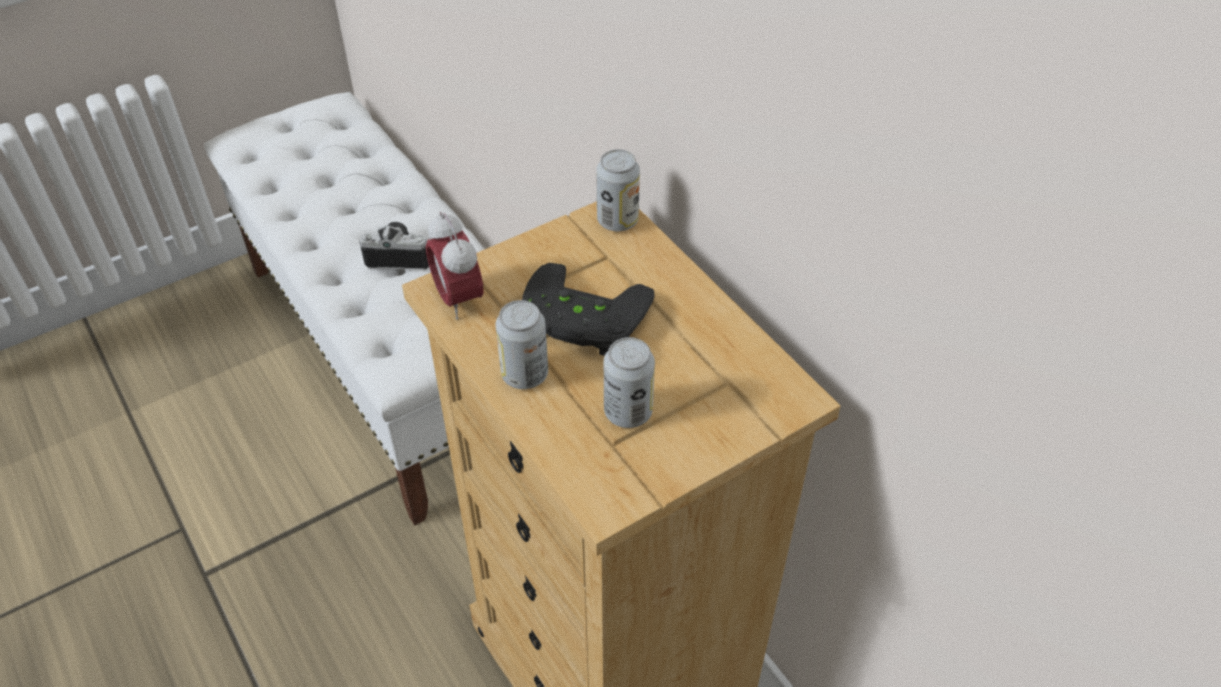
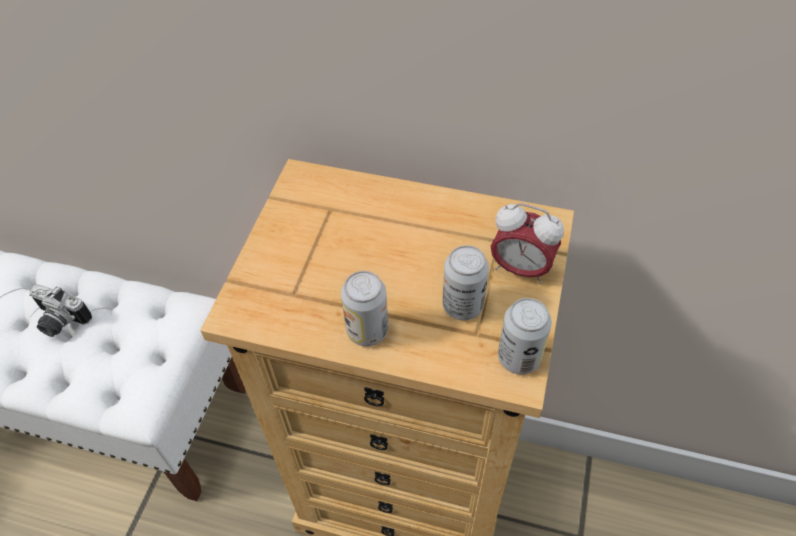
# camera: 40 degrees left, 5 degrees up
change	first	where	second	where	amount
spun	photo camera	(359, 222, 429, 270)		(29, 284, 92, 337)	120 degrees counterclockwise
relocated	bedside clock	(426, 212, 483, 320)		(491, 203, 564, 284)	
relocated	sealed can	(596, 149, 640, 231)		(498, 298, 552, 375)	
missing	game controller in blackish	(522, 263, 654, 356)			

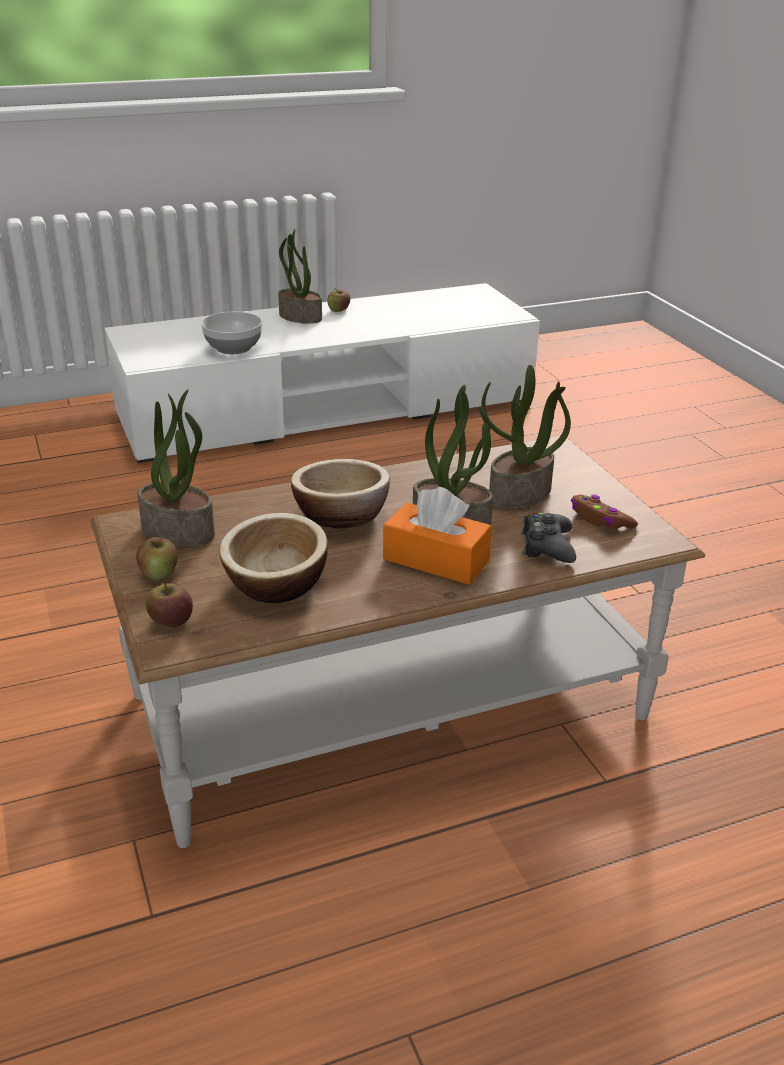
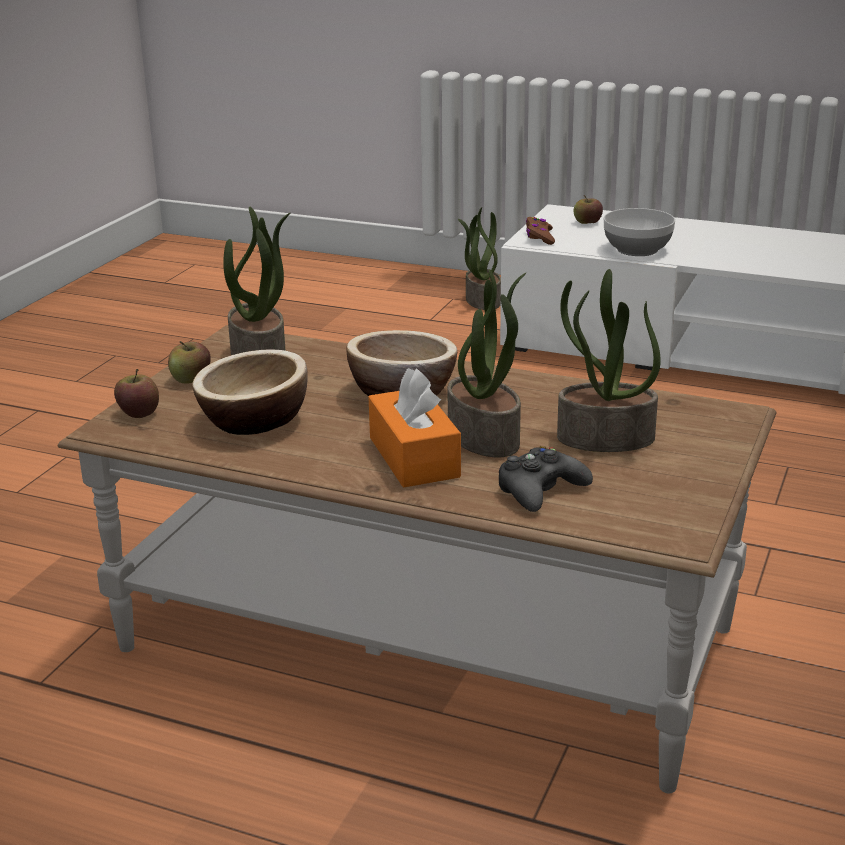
# camera: 45 degrees right, 5 degrees down
change	first	where	second	where	amount
relocated	plant in a pot	(278, 229, 322, 324)		(458, 207, 501, 310)	
relocated	game controller in brown	(571, 494, 638, 529)		(526, 217, 555, 245)	
relocated	apple fruit	(327, 289, 350, 312)		(574, 195, 603, 224)	

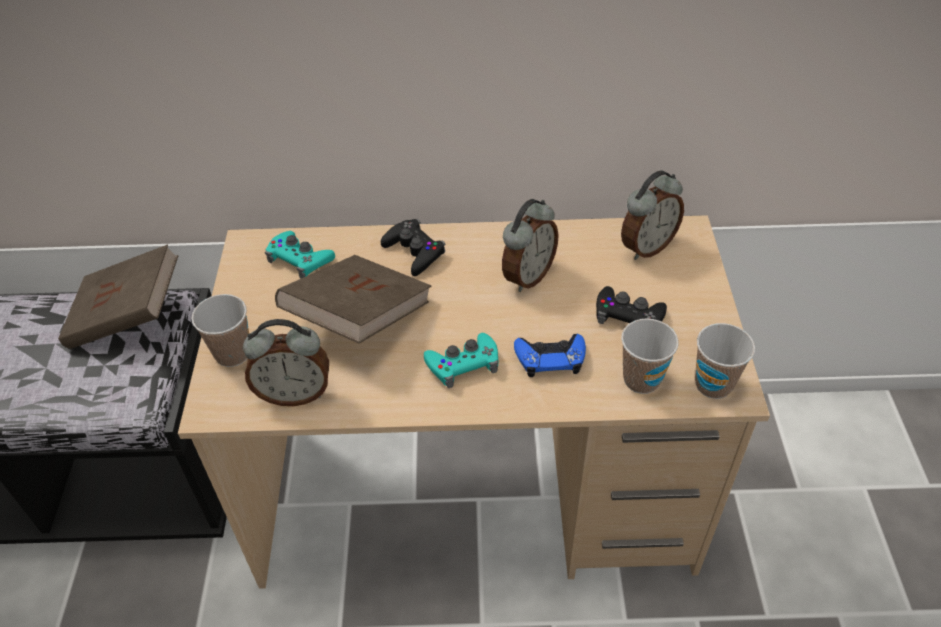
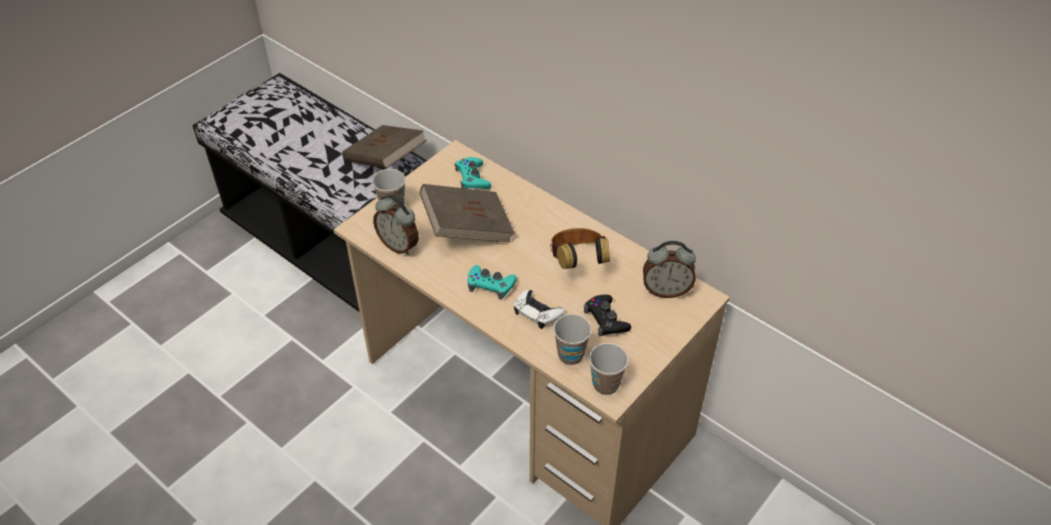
# camera: 40 degrees right, 0 degrees up
change	first	where	second	where	amount
colour	game controller in bluish	(514, 334, 586, 377)	game controller in white	(514, 290, 564, 329)	
exchanged	bedside clock	(502, 199, 559, 292)	headphones	(550, 228, 610, 269)	
missing	game controller in blackish	(381, 219, 445, 276)			

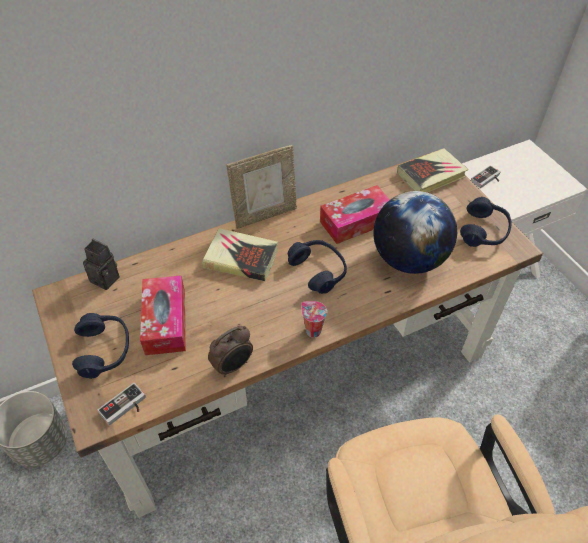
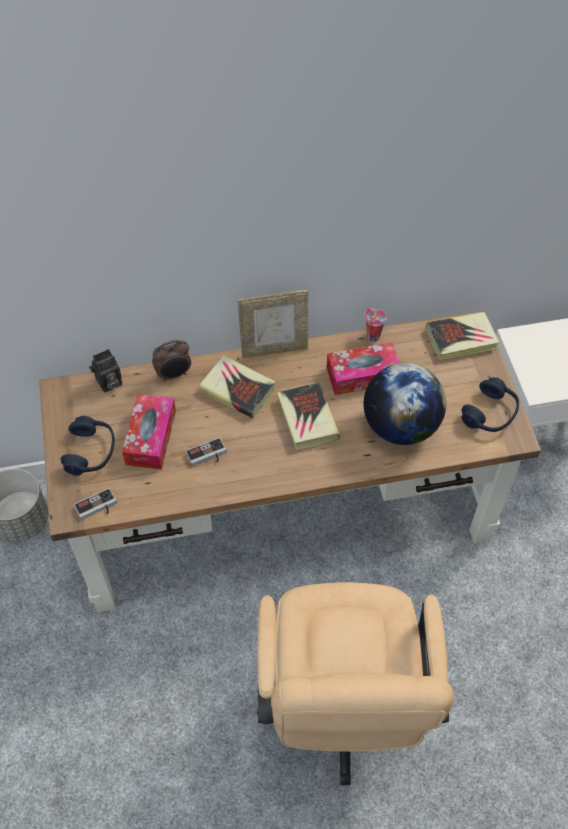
# camera: 15 degrees right, 5 degrees up
change	first	where	second	where	amount
spun	photo camera	(83, 239, 120, 290)		(89, 349, 122, 392)	105 degrees clockwise
relocated	bedside clock	(208, 326, 253, 377)		(152, 340, 191, 382)	
relocated	game controller	(471, 165, 500, 188)		(185, 437, 227, 466)	
exchanged	headphones in bluish	(288, 240, 347, 294)	bound book	(277, 382, 340, 450)	
relocated	drinking cup	(301, 301, 327, 338)		(365, 308, 386, 342)	

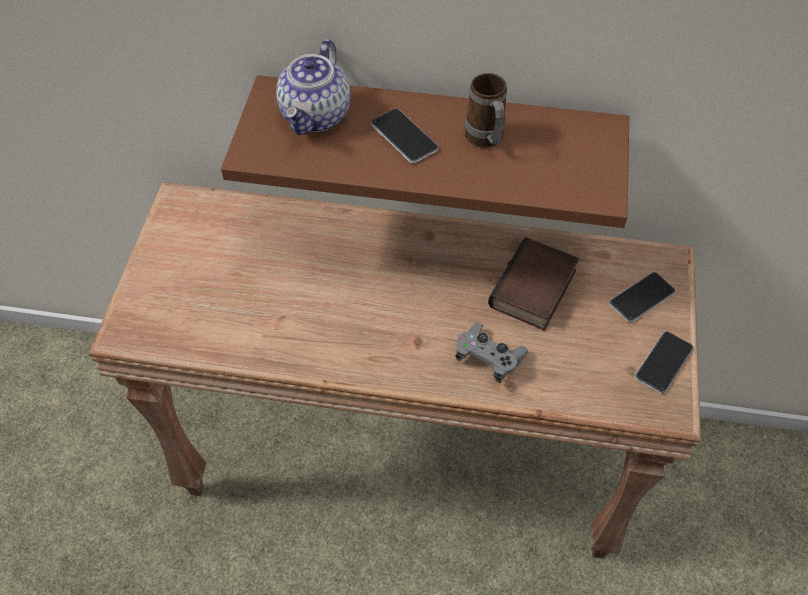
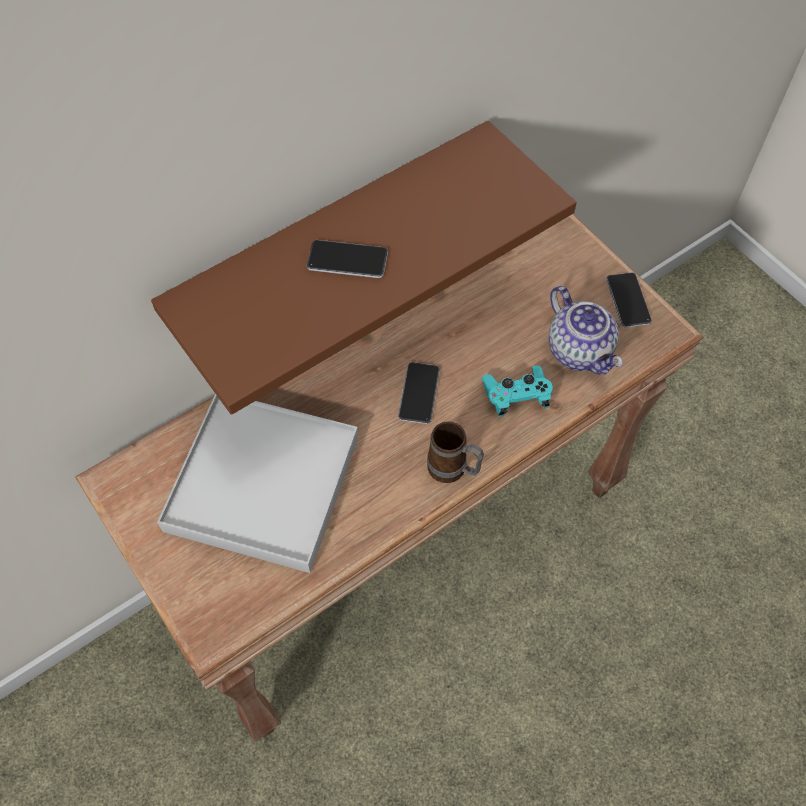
# camera: 45 degrees left, 5 degrees up
change	first	where	second	where	amount
appeared			serving tray in white	(157, 394, 358, 573)	
relocated	phone	(609, 272, 676, 323)		(398, 362, 440, 424)	
relocated	tea mug	(465, 73, 507, 148)		(427, 421, 484, 483)	
colour	game controller in grey	(455, 322, 528, 383)	game controller in turquoise-coloured	(481, 366, 553, 417)	
relocated	tea pot	(276, 39, 351, 135)		(549, 286, 623, 375)	
missing	bound book	(488, 237, 579, 330)			

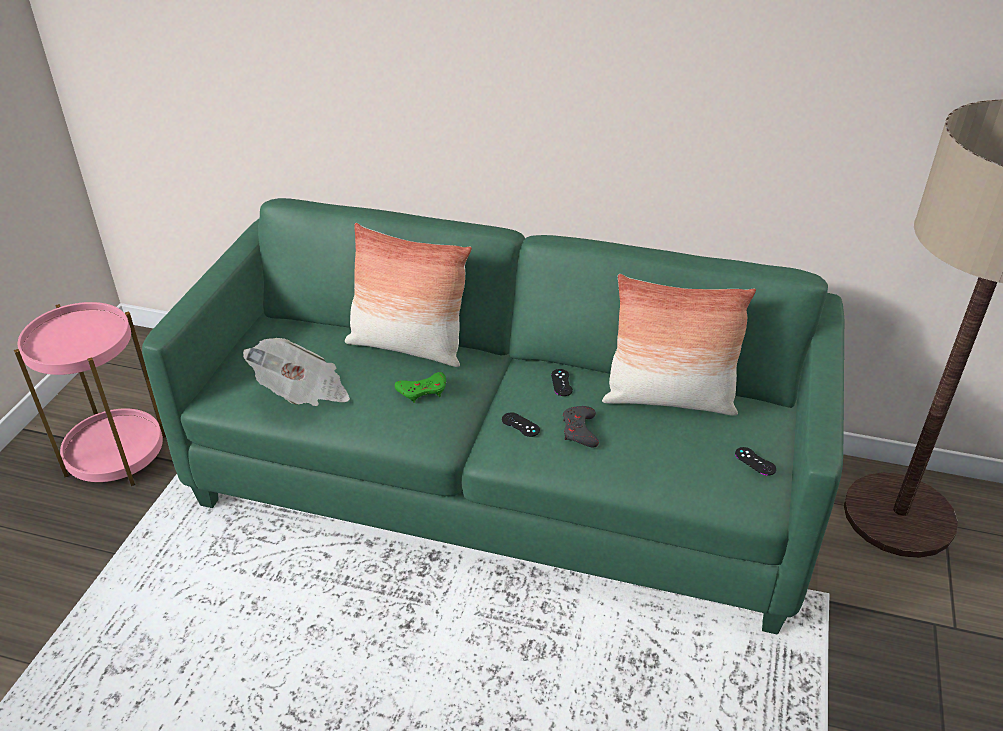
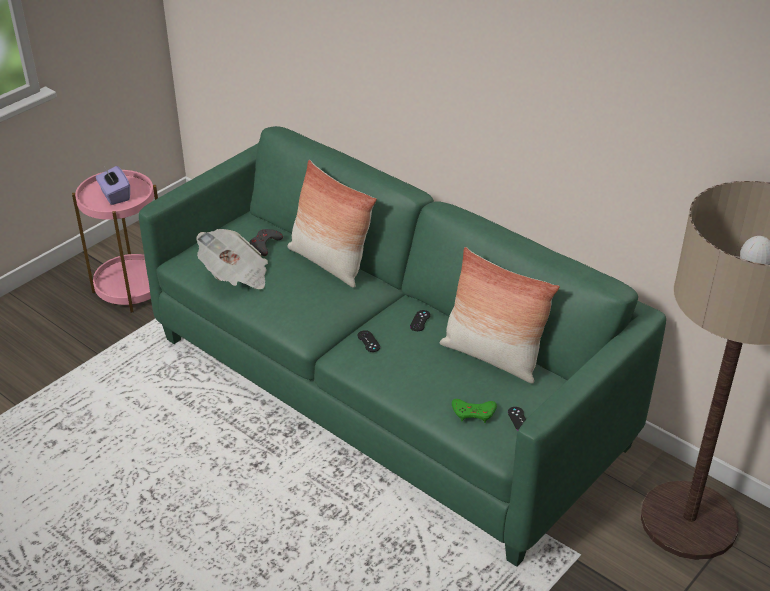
# camera: 25 degrees right, 0 degrees up
change	first	where	second	where	amount
appeared			tissue holder in purple-coloured	(96, 166, 130, 205)	
relocated	game controller in grey	(563, 406, 599, 448)		(249, 229, 283, 256)	
relocated	game controller in green	(395, 372, 446, 403)		(452, 399, 497, 423)	

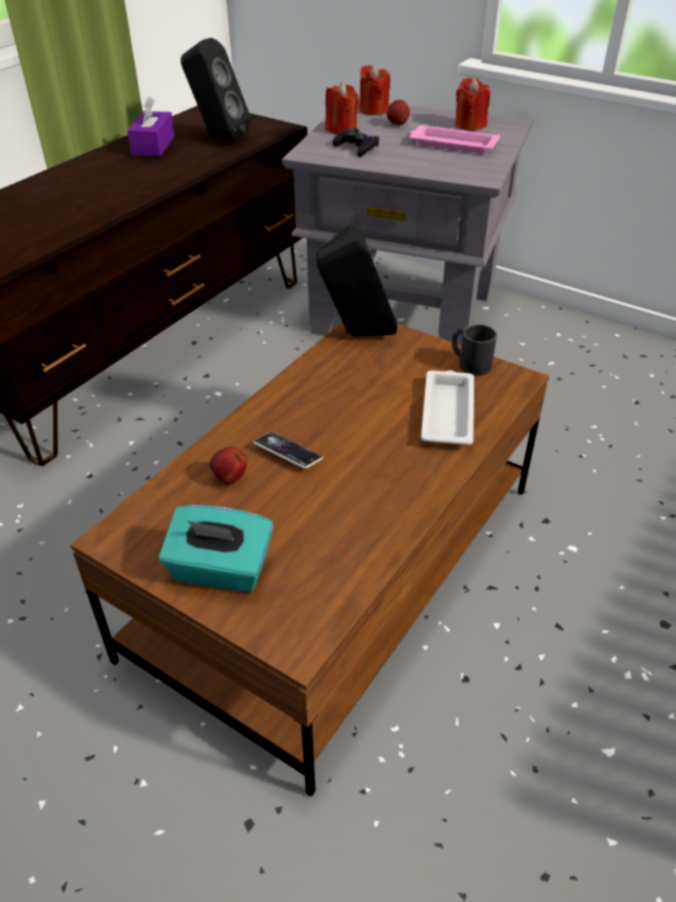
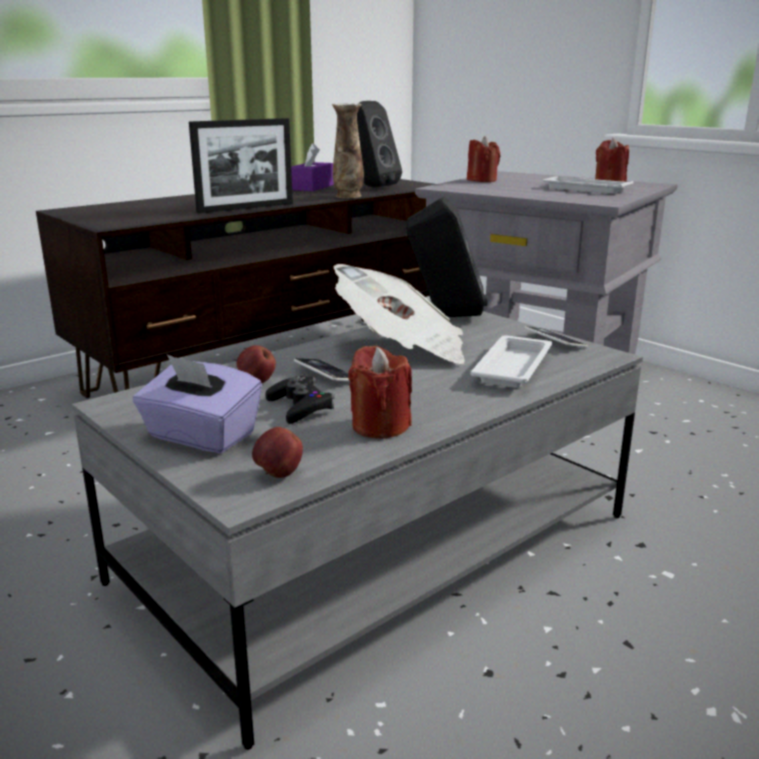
# camera: 15 degrees right, 20 degrees down
change	first	where	second	where	amount
colour	low table in brown	(71, 322, 549, 797)	low table in grey	(72, 311, 643, 750)	
colour	tissue holder in turquoise-coloured	(159, 505, 274, 593)	tissue holder in purple-coloured	(133, 354, 262, 453)	
appeared			picture frame	(189, 118, 293, 213)	
relocated	apple fruit	(387, 100, 410, 125)		(252, 427, 303, 478)	
relocated	game controller in blackish	(333, 128, 379, 157)		(265, 376, 334, 424)	
appeared			vase	(332, 103, 364, 198)	
appeared			newspaper	(334, 264, 465, 364)	
relocated	wax light in red-coloured	(359, 65, 390, 115)		(348, 346, 412, 439)	
exchanged	tea mug in blackish	(452, 324, 497, 376)	phone	(524, 326, 588, 347)	
colour	serving tray in pink-coloured	(410, 125, 500, 154)	serving tray in white	(542, 177, 633, 194)	

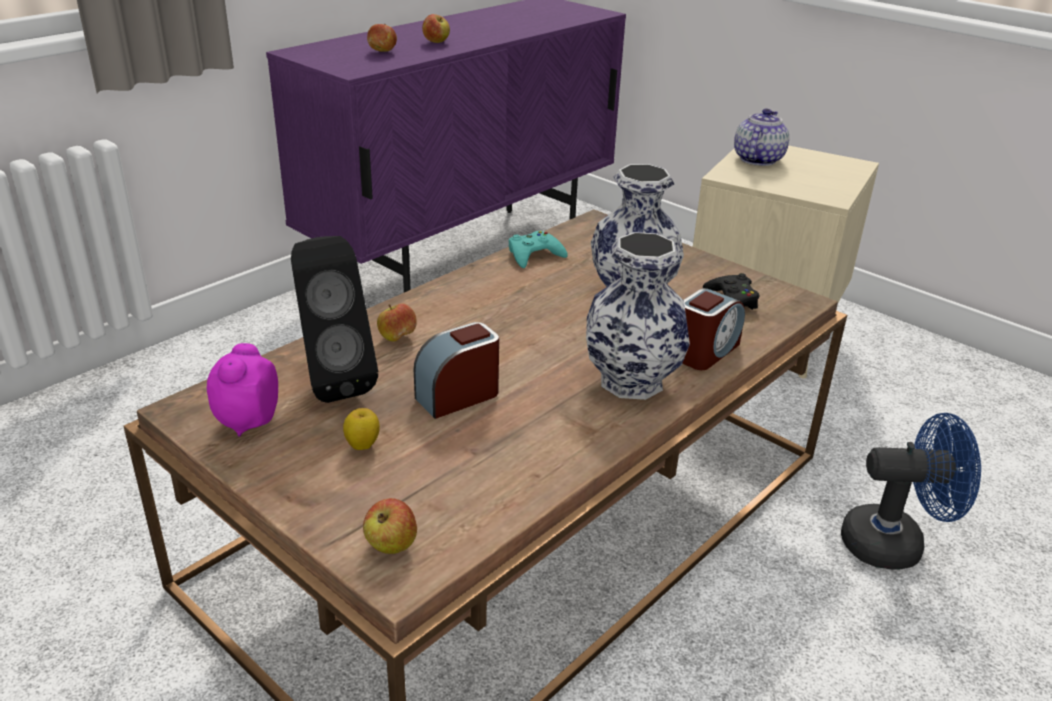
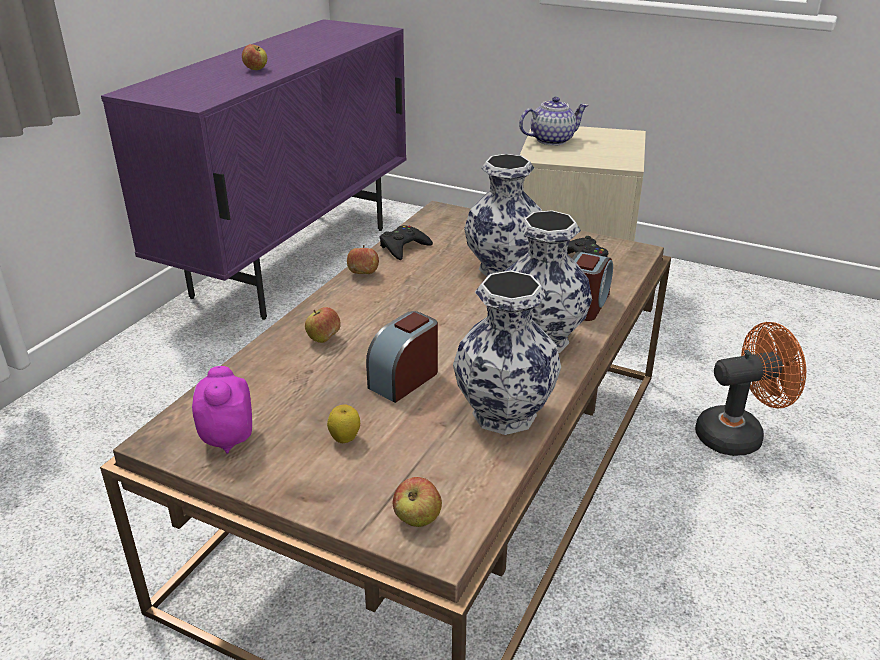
# camera: 15 degrees left, 0 degrees up
change	first	where	second	where	amount
relocated	apple fruit	(367, 24, 397, 52)		(347, 245, 379, 274)	
colour	game controller in turquoise-coloured	(509, 231, 568, 268)	game controller in blackish	(380, 225, 433, 260)	
appeared			vase	(453, 270, 561, 435)	
spun	tea pot	(734, 108, 789, 166)		(519, 97, 589, 146)	60 degrees clockwise
colour	cooling fan in bluish	(841, 413, 981, 570)	cooling fan in orange	(695, 322, 806, 456)	
missing	loudspeaker in blackish	(291, 236, 378, 403)			

